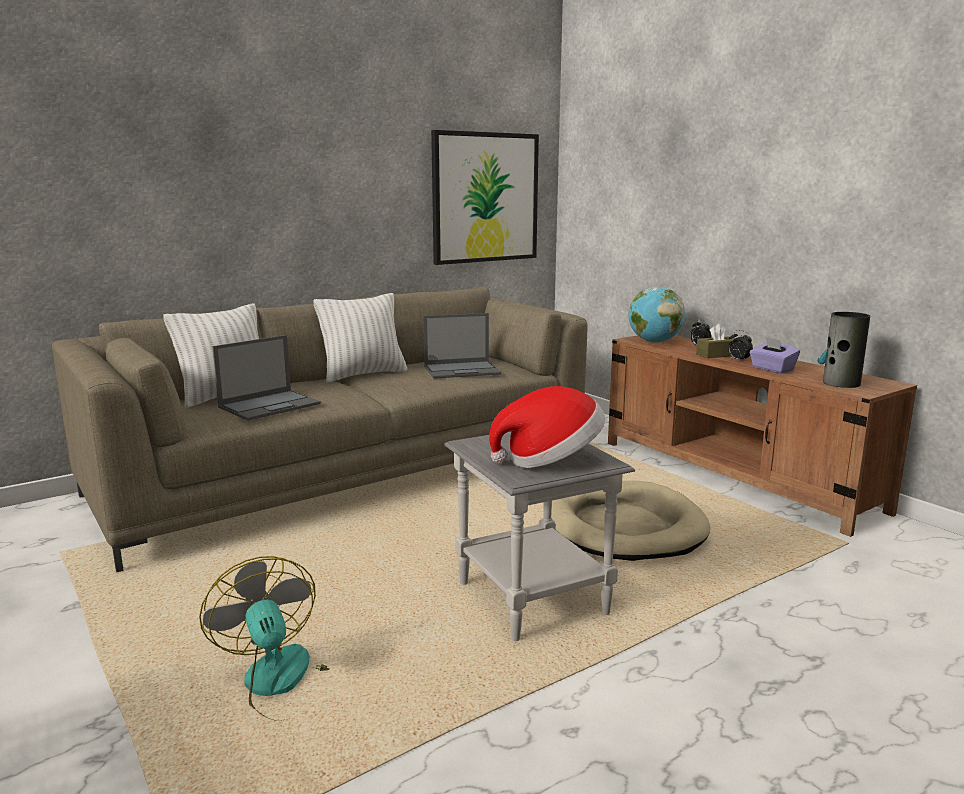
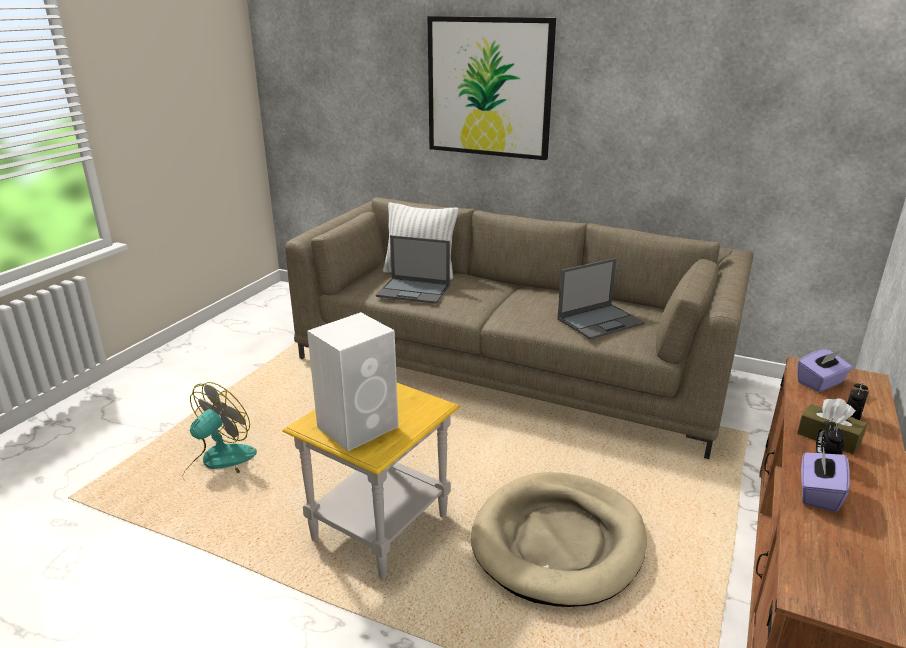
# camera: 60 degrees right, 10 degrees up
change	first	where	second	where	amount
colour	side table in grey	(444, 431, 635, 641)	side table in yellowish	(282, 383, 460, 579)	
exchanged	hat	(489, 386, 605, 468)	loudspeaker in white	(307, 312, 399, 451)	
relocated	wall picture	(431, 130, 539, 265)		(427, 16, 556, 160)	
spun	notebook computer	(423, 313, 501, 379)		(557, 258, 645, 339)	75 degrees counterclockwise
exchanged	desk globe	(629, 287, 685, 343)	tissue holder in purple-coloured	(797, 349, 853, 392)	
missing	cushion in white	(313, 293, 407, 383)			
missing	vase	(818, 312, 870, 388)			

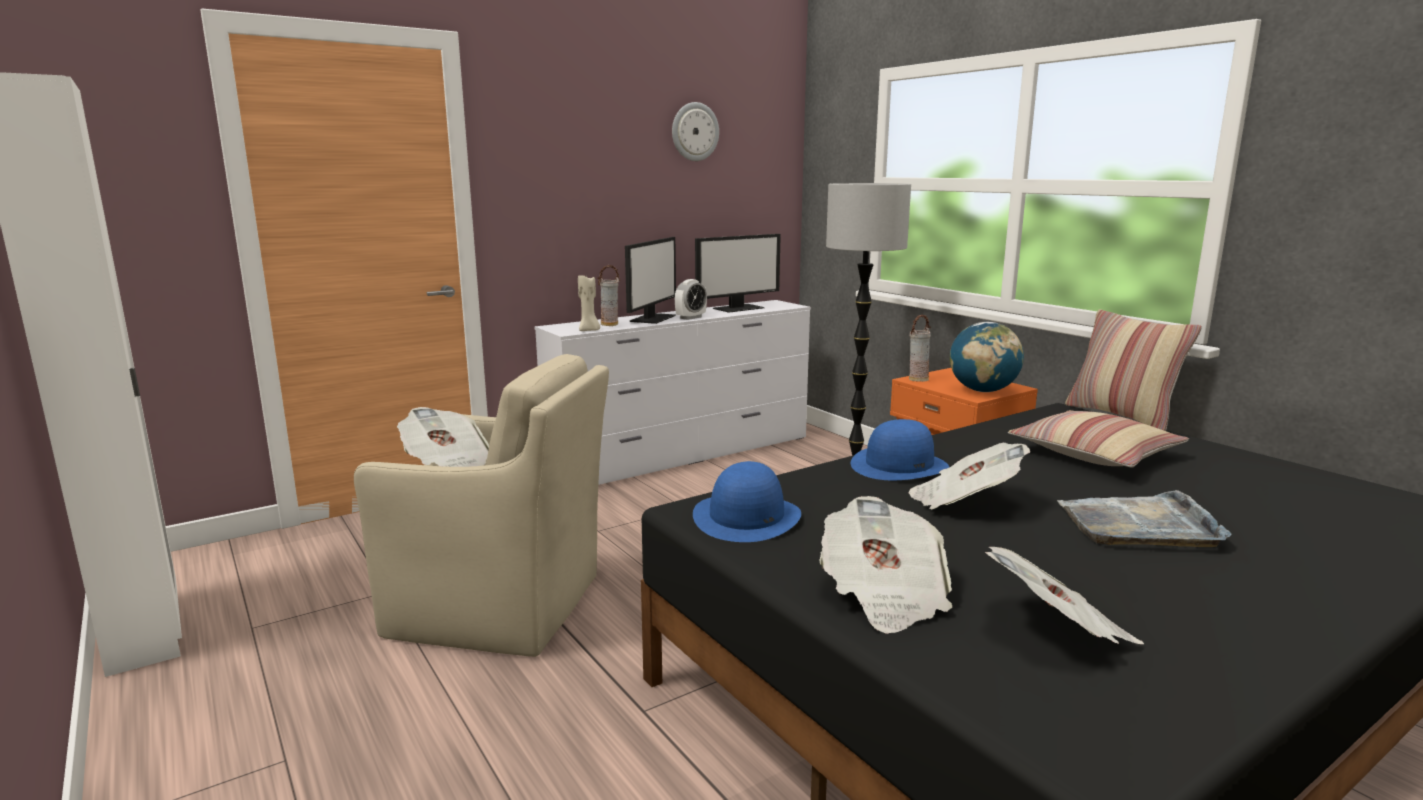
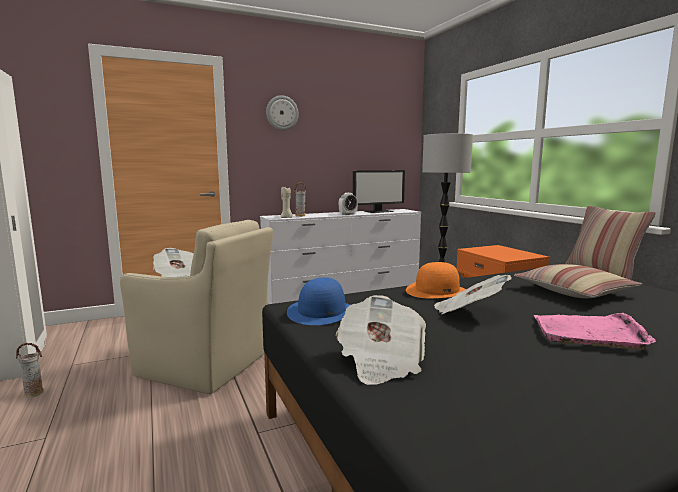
# camera: 10 degrees right, 5 degrees down
change	first	where	second	where	amount
relocated	vase	(909, 314, 931, 382)		(16, 343, 44, 398)	
relocated	wall clock	(672, 102, 719, 161)		(266, 95, 299, 130)	
colour	hat in bluish	(851, 419, 949, 480)	hat in orange	(406, 262, 466, 298)	
colour	serving tray in grey	(1057, 490, 1232, 547)	serving tray in pink-coloured	(534, 313, 656, 350)	
missing	computer screen	(625, 237, 676, 324)			
missing	desk globe	(950, 322, 1024, 392)			
missing	newspaper	(985, 547, 1144, 644)			

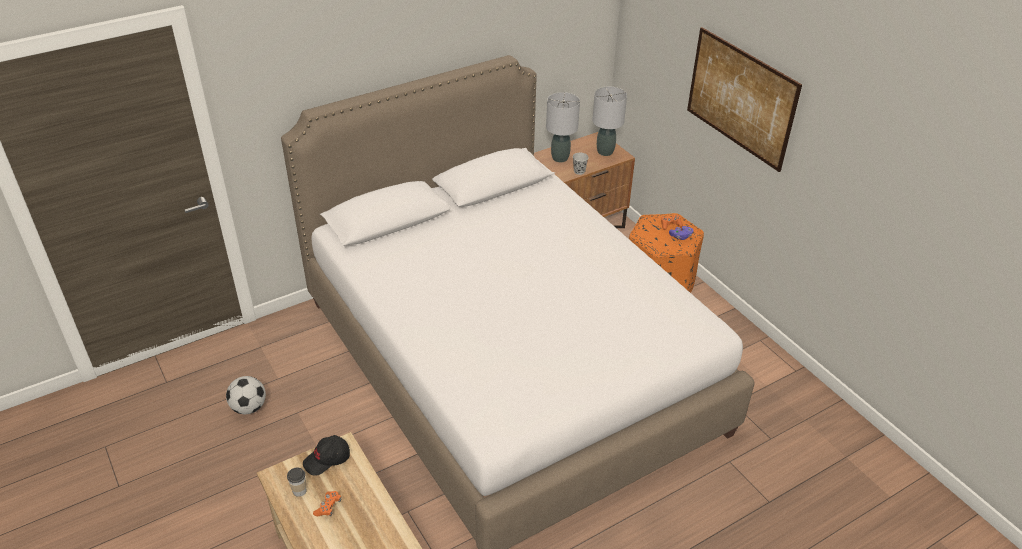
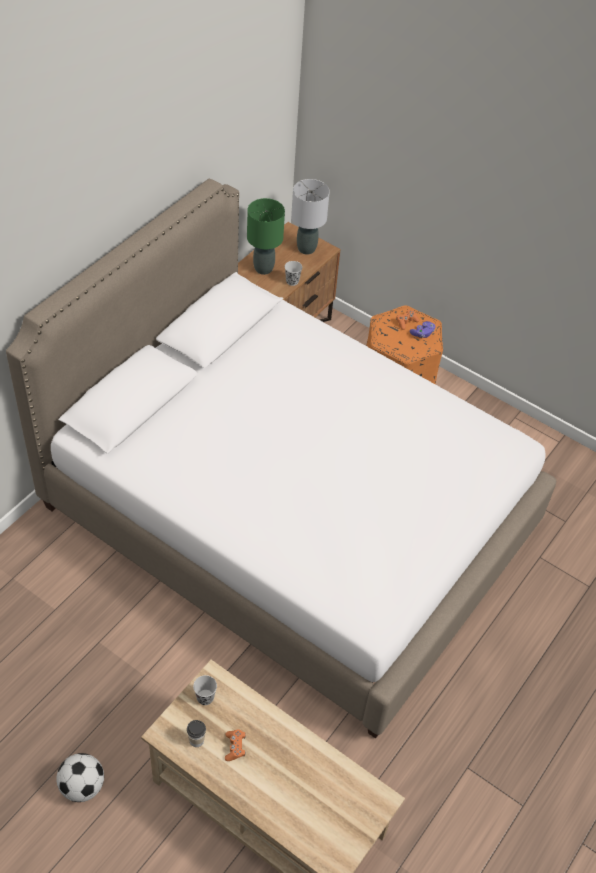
# camera: 25 degrees left, 10 degrees up
change	first	where	second	where	amount
relocated	football ball	(226, 376, 266, 414)		(57, 753, 104, 802)	
exchanged	cap in blackish	(303, 435, 350, 476)	drinking cup in blackish	(193, 675, 217, 705)	
colour	tabletop lamp in grey	(546, 92, 580, 162)	tabletop lamp in green	(247, 198, 285, 275)	
missing	wall picture	(687, 27, 802, 172)			

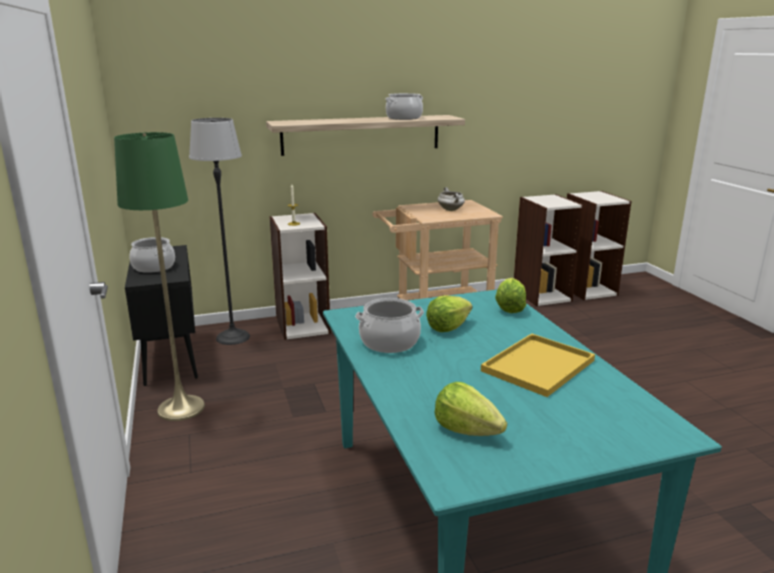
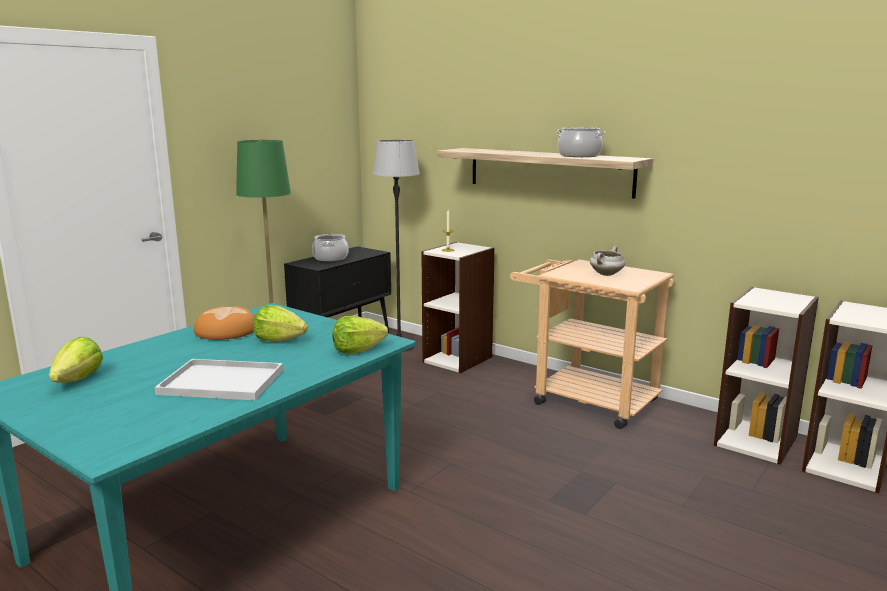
# camera: 55 degrees right, 5 degrees down
change	first	where	second	where	amount
colour	serving tray in yellowish	(481, 333, 595, 397)	serving tray in white	(154, 359, 283, 400)	
exchanged	saucepot	(355, 298, 424, 353)	baked bread	(194, 306, 254, 340)	

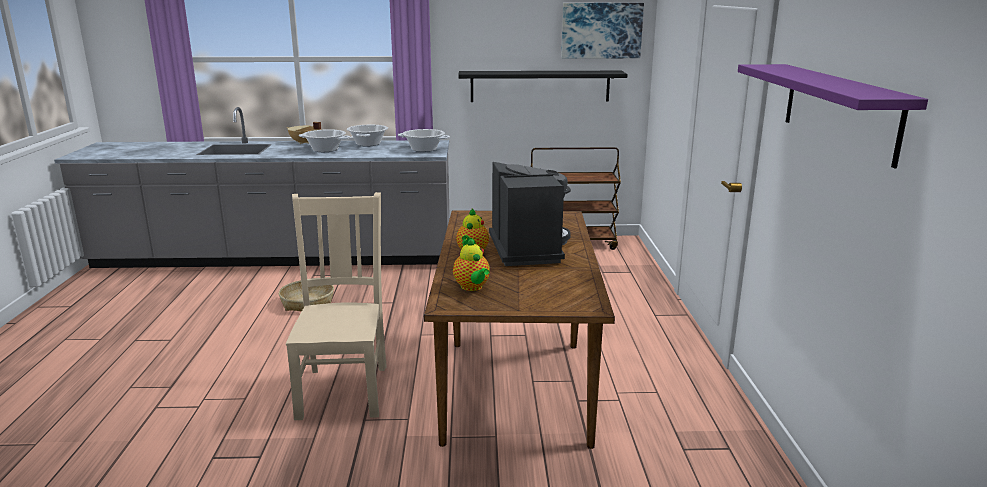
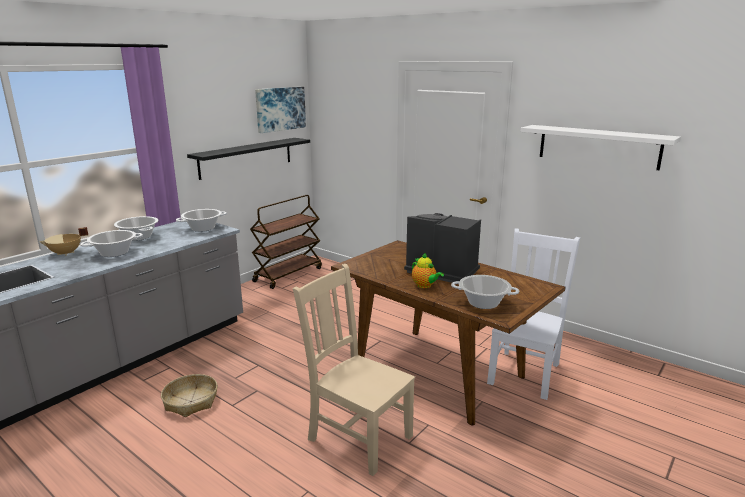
# camera: 50 degrees left, 0 degrees up
change	first	where	second	where	amount
exchanged	tea pot	(453, 238, 490, 291)	saucepot	(451, 275, 519, 309)	
appeared			chair in white	(487, 228, 580, 400)	
colour	wall shelf in purple-coloured	(738, 64, 928, 168)	wall shelf in white	(520, 125, 681, 170)	

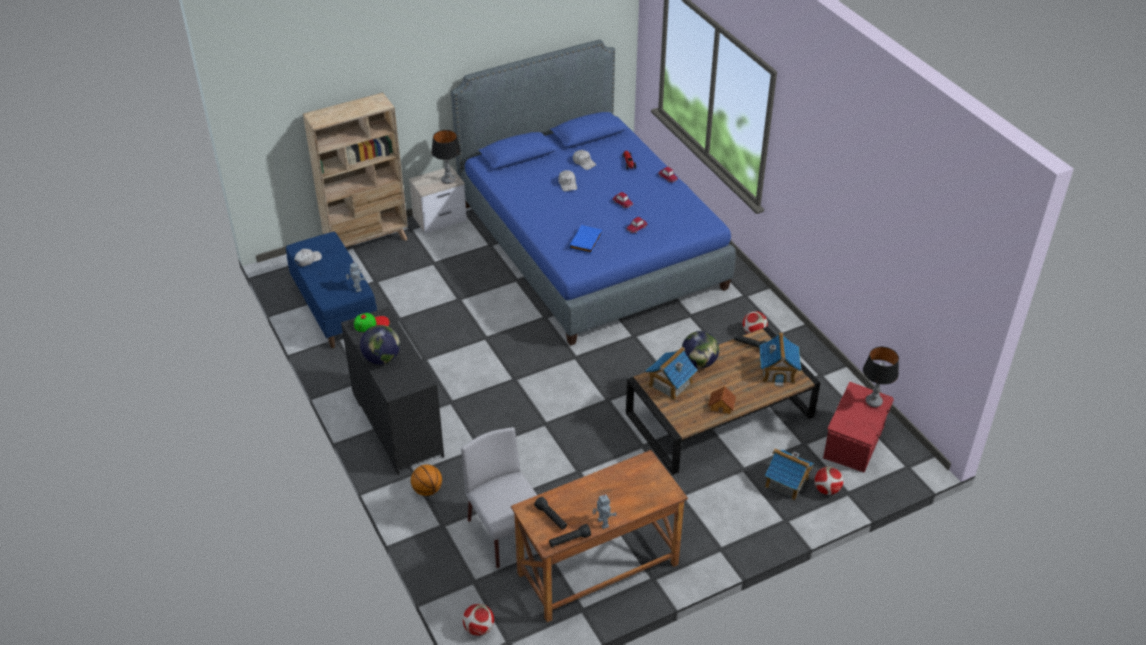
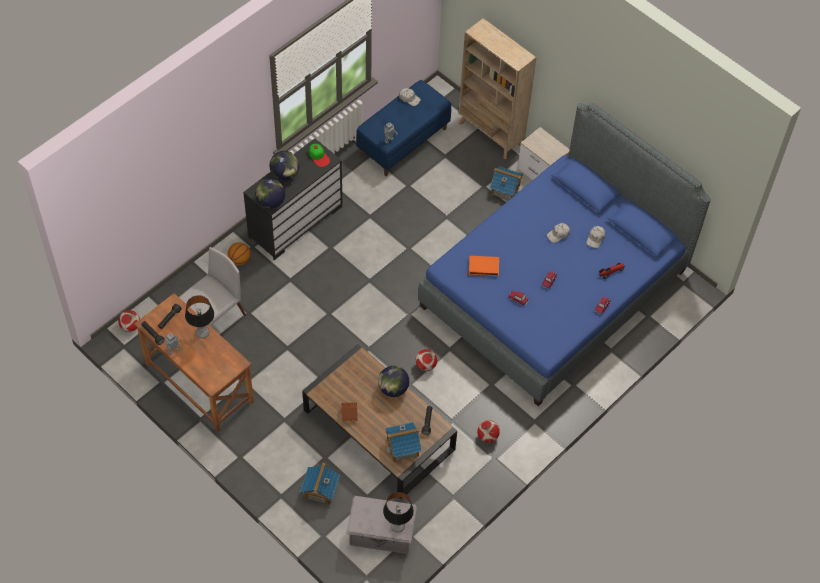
# camera: 70 degrees right, 15 degrees up
change	first	where	second	where	amount
relocated	tabletop lamp	(431, 130, 461, 184)		(185, 295, 214, 339)	
appeared			desk globe	(255, 178, 285, 209)	
colour	storage container in red-coloured	(823, 382, 894, 472)	storage container in grey	(347, 496, 417, 554)	
relocated	football ball	(814, 467, 843, 495)		(415, 349, 437, 371)	
colour	bound book in bluish	(569, 225, 603, 254)	bound book in orange	(469, 256, 499, 276)	
relocated	miniature house	(645, 347, 697, 401)		(490, 166, 523, 200)	

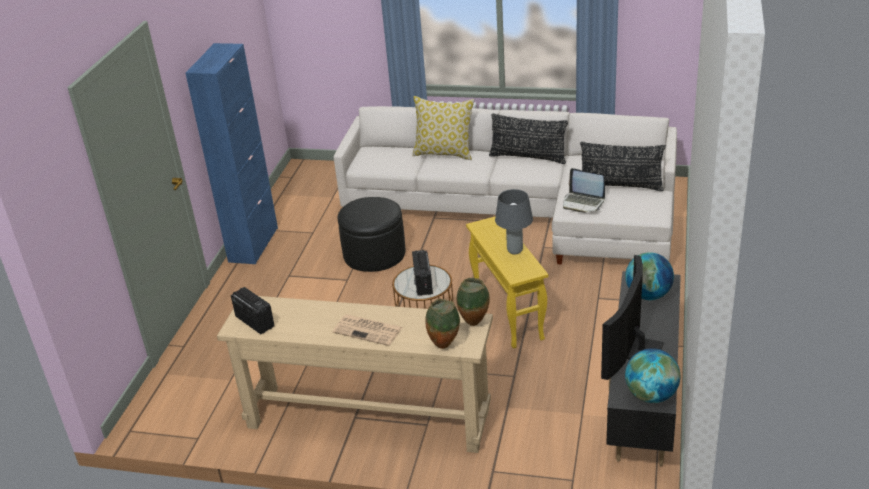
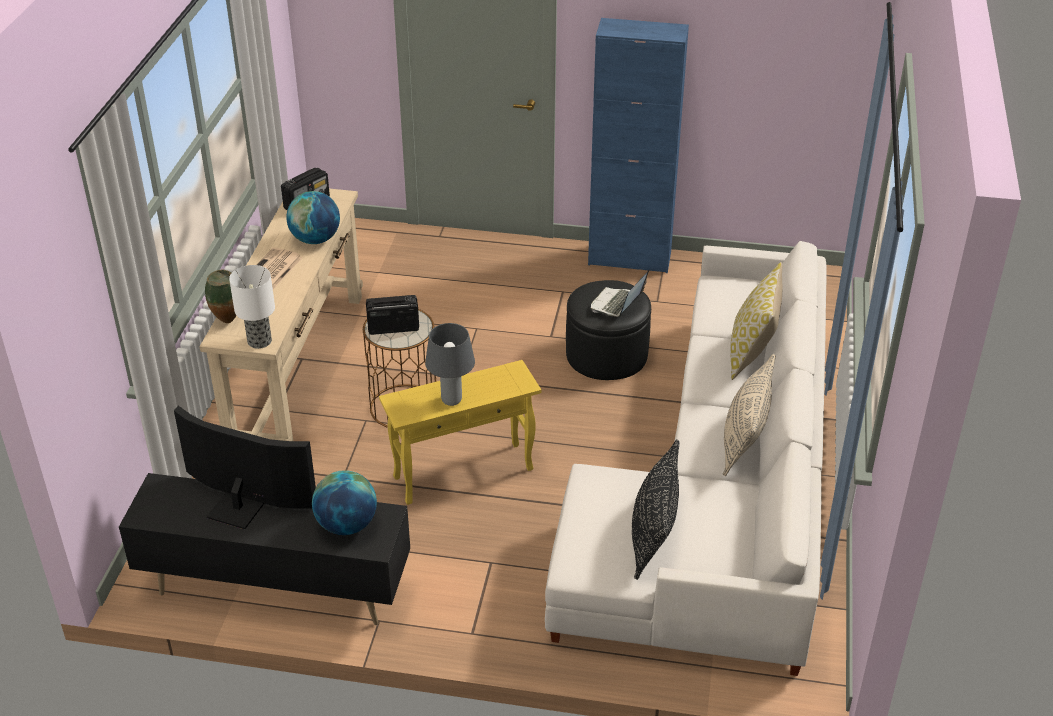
# camera: 85 degrees right, 5 degrees up
change	first	where	second	where	amount
exchanged	vase	(457, 278, 490, 326)	tabletop lamp	(229, 265, 275, 349)	
relocated	desk globe	(625, 348, 680, 403)		(286, 191, 340, 244)	
relocated	notebook computer	(563, 168, 605, 213)		(591, 270, 649, 317)	
colour	cushion in blackish	(489, 113, 568, 164)	cushion in beige-coloured	(723, 354, 776, 476)	

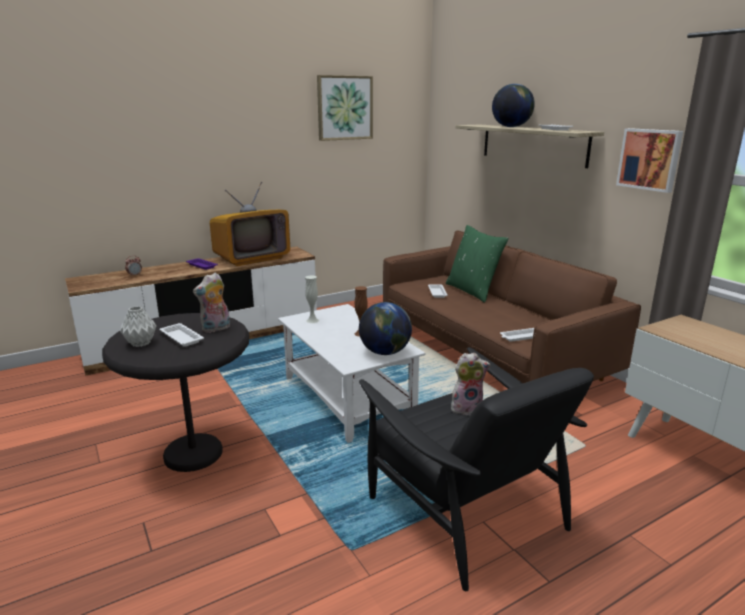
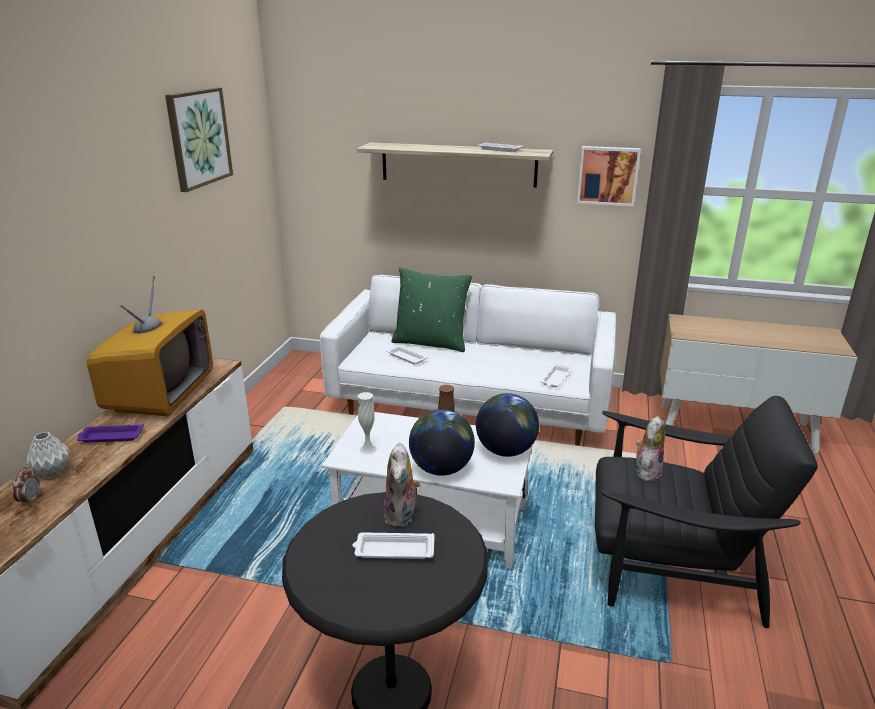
# camera: 45 degrees left, 5 degrees up
change	first	where	second	where	amount
relocated	vase in grey	(120, 306, 156, 347)		(26, 432, 70, 478)	
colour	settee in brown	(383, 230, 641, 383)	settee in white	(320, 275, 616, 446)	
relocated	desk globe	(492, 84, 535, 127)		(409, 409, 475, 476)	

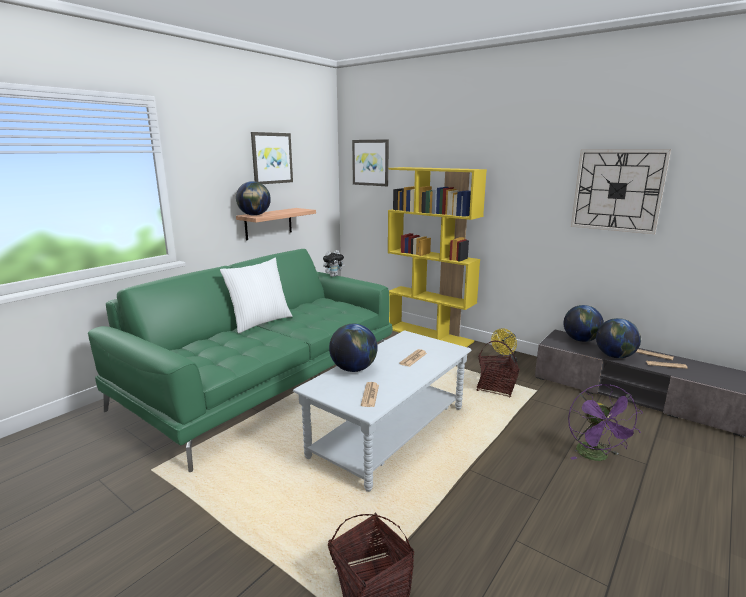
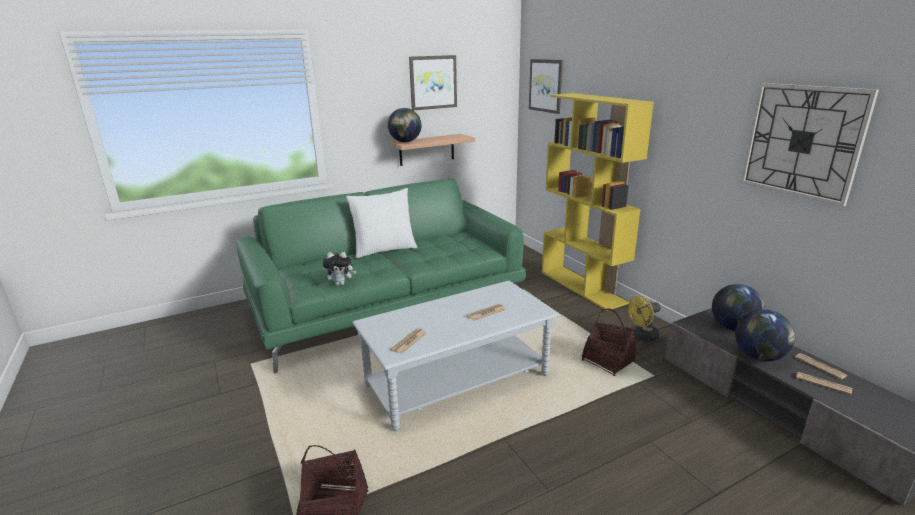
# camera: 25 degrees right, 5 degrees up
change	first	where	second	where	amount
relocated	cuddly toy	(323, 250, 345, 277)		(322, 252, 356, 285)	
missing	desk globe	(329, 324, 378, 372)			
missing	cooling fan in purple-coloured	(568, 384, 643, 461)			

